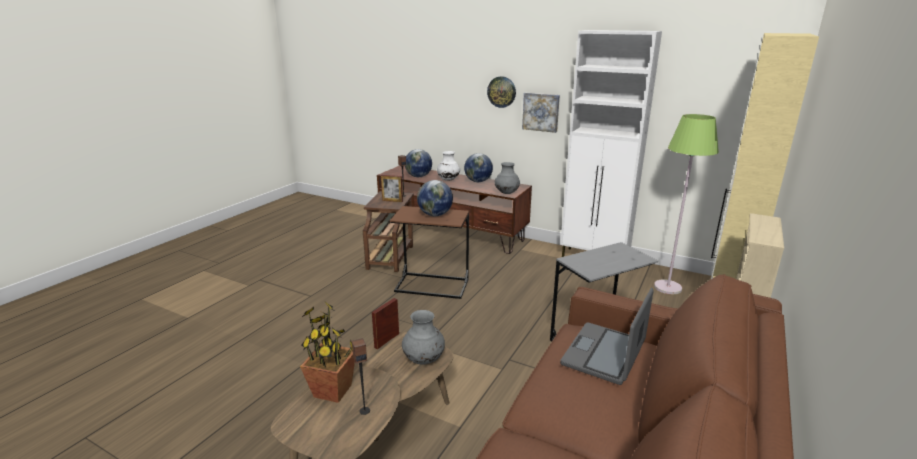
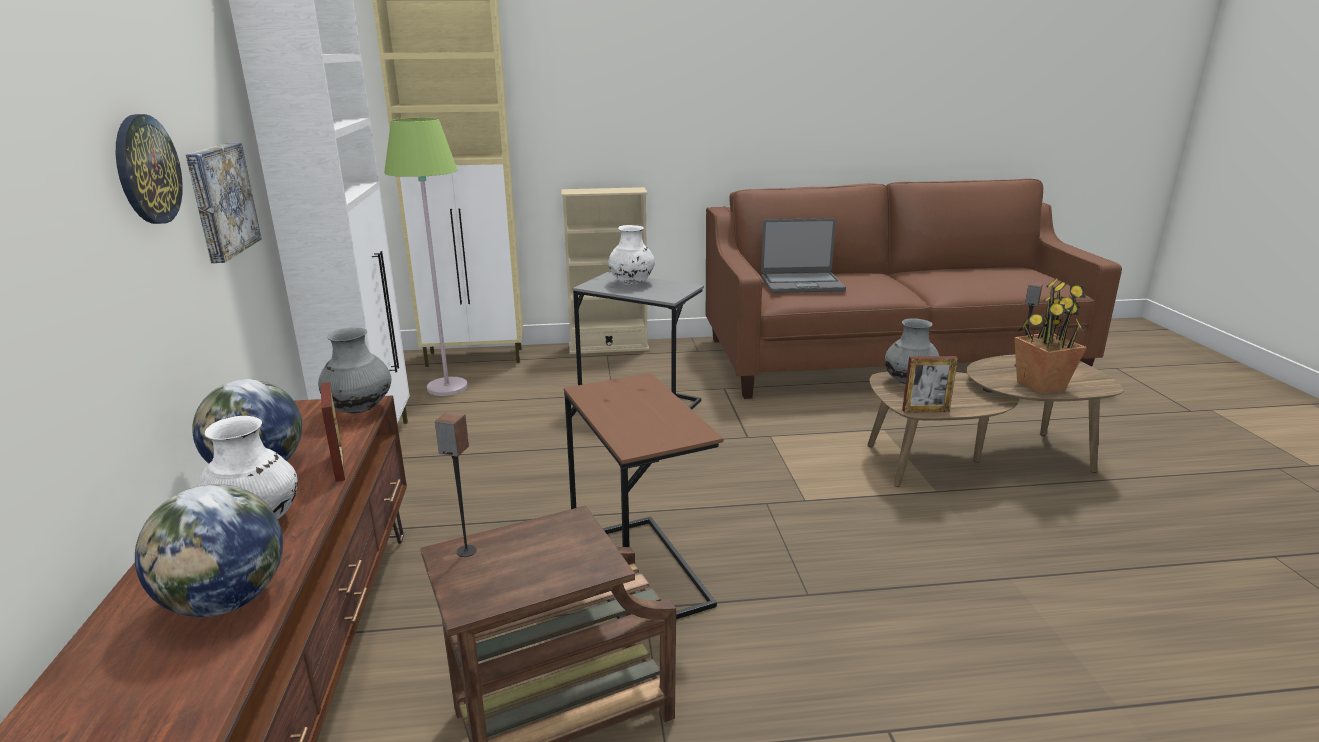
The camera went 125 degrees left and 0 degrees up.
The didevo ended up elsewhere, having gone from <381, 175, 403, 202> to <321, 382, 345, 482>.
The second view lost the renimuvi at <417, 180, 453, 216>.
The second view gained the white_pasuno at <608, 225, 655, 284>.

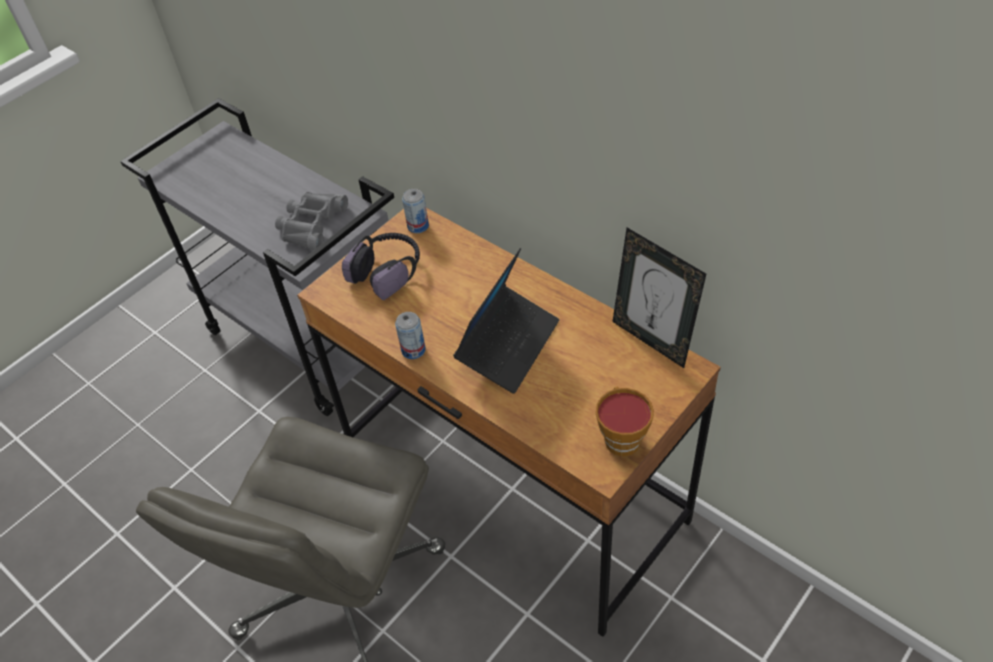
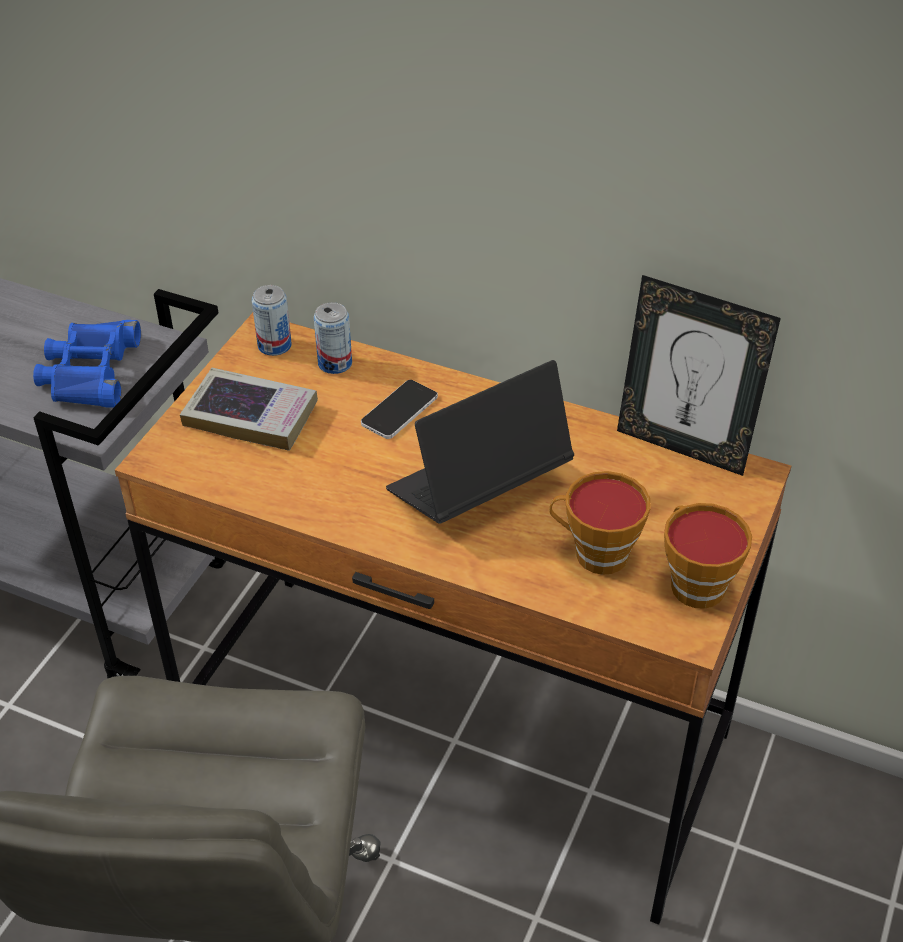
The camera went 20 degrees left and 5 degrees down.
What was the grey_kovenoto at <275, 192, 348, 250> turned into the blue_kovenoto at <33, 320, 141, 408>.
Where the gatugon stood at <342, 233, 420, 300>, the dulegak came to stand at <180, 368, 318, 451>.
The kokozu at <453, 248, 559, 394> ended up facing another way, 135 degrees counterclockwise from before.
The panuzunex ended up elsewhere, having gone from <395, 312, 426, 359> to <314, 302, 352, 374>.
The second view gained the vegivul at <361, 380, 438, 439>.
The second view gained the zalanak at <550, 471, 651, 575>.

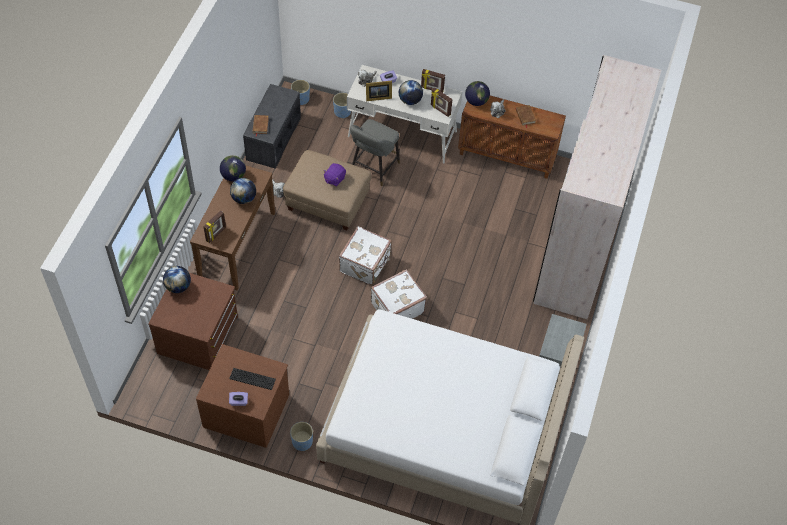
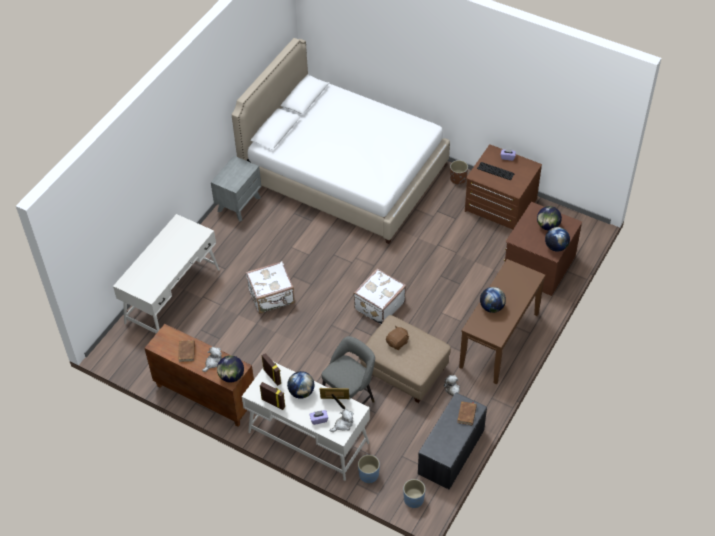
The camera went 165 degrees left and 5 degrees down.
Where the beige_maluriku stood at <533, 55, 661, 319>, the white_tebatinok came to stand at <113, 214, 220, 333>.
The renimuvi ended up elsewhere, having gone from <220, 155, 246, 181> to <537, 206, 562, 230>.
What was the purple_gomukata at <323, 163, 346, 187> turned into the brown_gomukata at <386, 325, 409, 350>.
The second view lost the didevo at <203, 210, 226, 243>.
The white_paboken ended up elsewhere, having gone from <371, 269, 427, 319> to <246, 261, 295, 314>.
What was the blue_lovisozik at <290, 422, 313, 451> turned into the brown_lovisozik at <450, 160, 468, 185>.

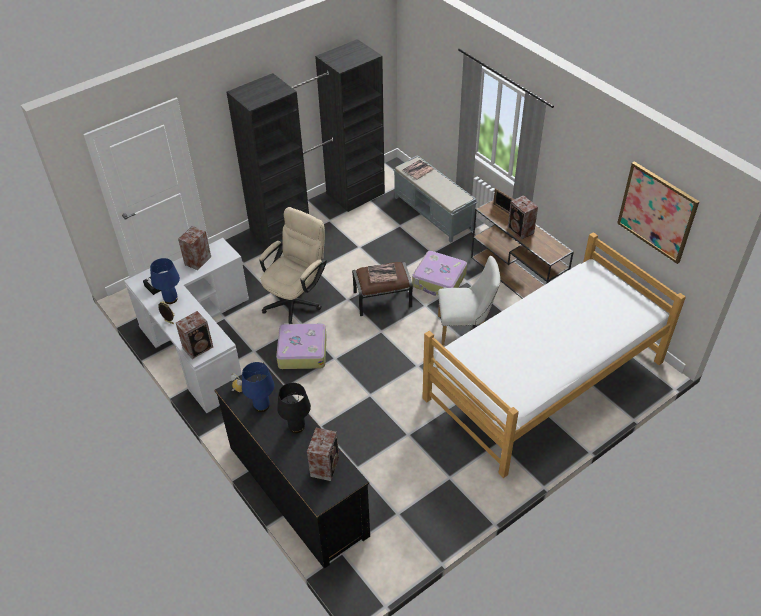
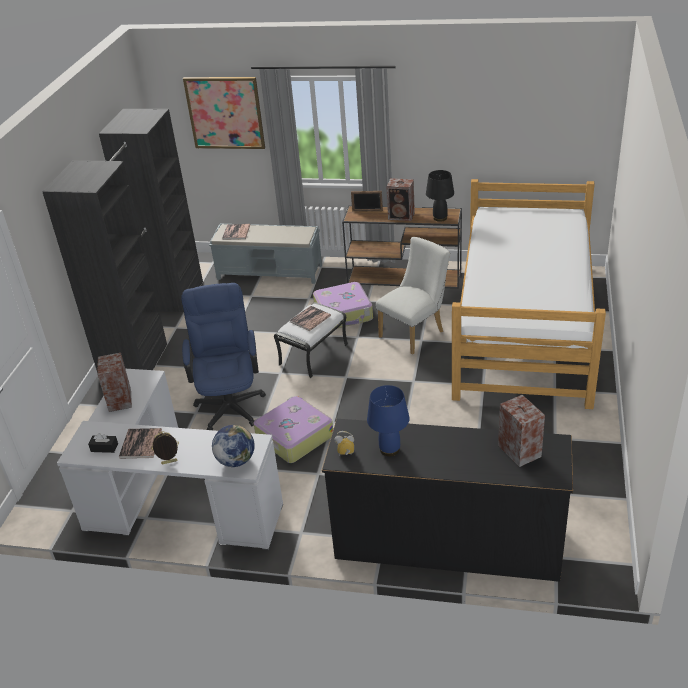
The camera went 40 degrees left and 10 degrees down.
The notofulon ended up elsewhere, having gone from <617, 161, 700, 264> to <183, 77, 265, 149>.
What was the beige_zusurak at <259, 207, 327, 324> turned into the blue_zusurak at <181, 283, 266, 430>.
Where the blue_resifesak stood at <150, 258, 180, 304>, the dulegak came to stand at <119, 428, 162, 459>.
What was the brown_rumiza at <352, 262, 413, 316> turned into the white_rumiza at <274, 302, 348, 378>.
Where the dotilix stood at <176, 311, 213, 359>, the renimuvi came to stand at <212, 425, 255, 467>.
The black_resifesak ended up elsewhere, having gone from <277, 383, 311, 433> to <426, 170, 454, 222>.

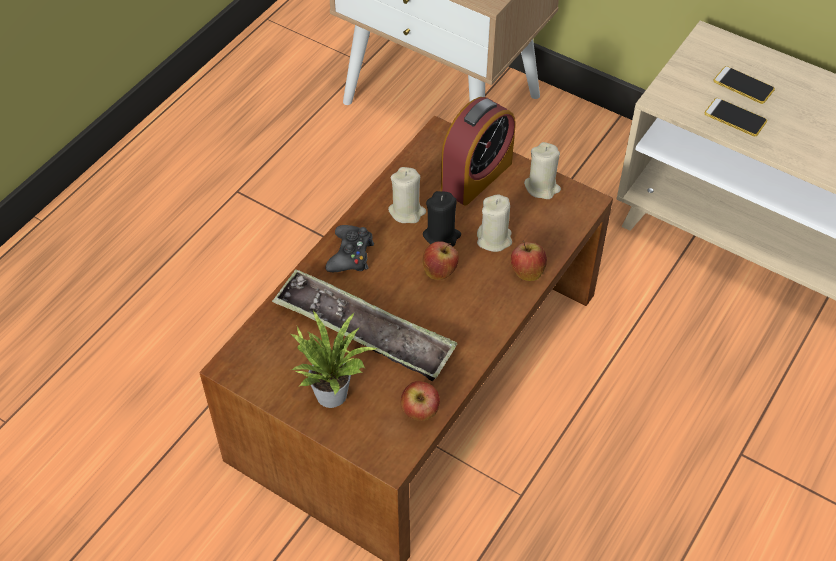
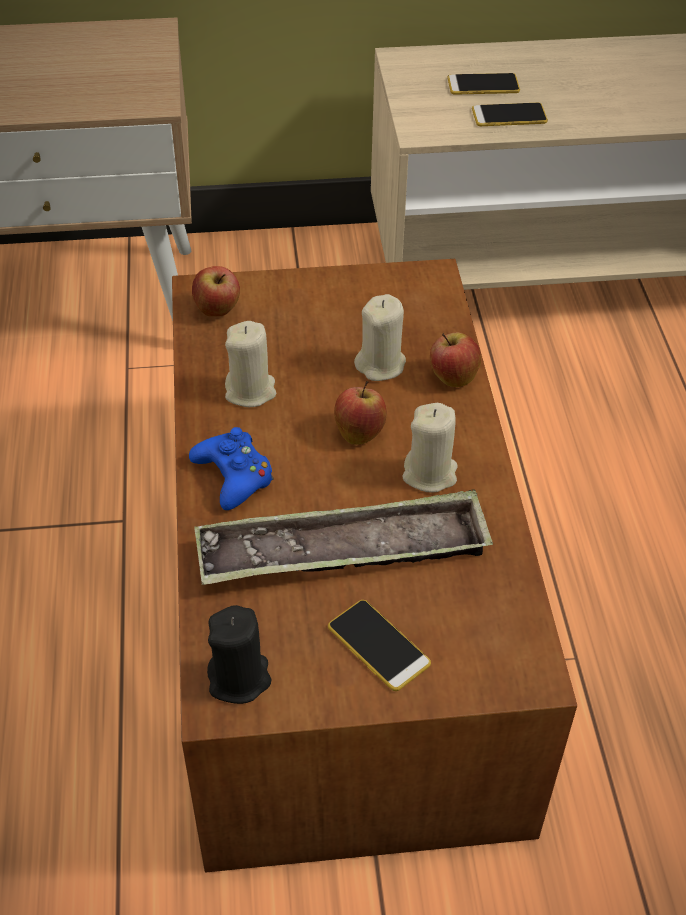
The camera went 40 degrees left and 5 degrees down.
The second view lost the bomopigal at <441, 97, 515, 205>.
The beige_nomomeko ended up elsewhere, having gone from <524, 142, 561, 199> to <402, 403, 458, 493>.
The black_nomomeko ended up elsewhere, having gone from <423, 191, 461, 247> to <207, 605, 272, 704>.
What was the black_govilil at <325, 225, 374, 272> turned into the blue_govilil at <189, 427, 274, 510>.
Where the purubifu stood at <290, 311, 378, 408>, the vegivul came to stand at <328, 600, 431, 691>.
The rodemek ended up elsewhere, having gone from <400, 381, 440, 421> to <192, 266, 240, 317>.

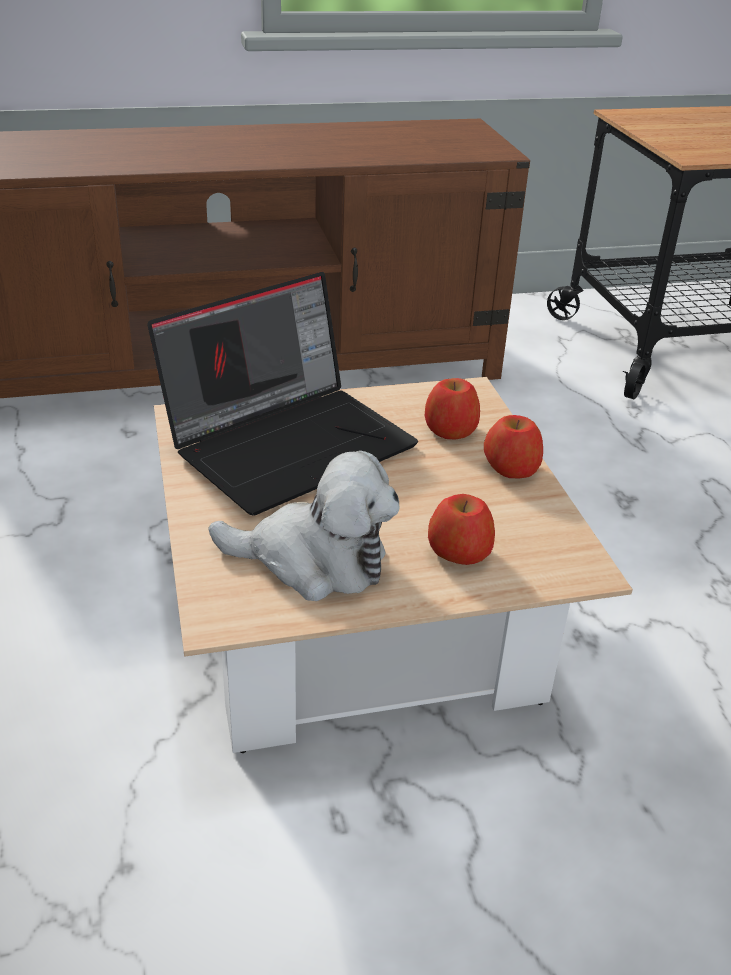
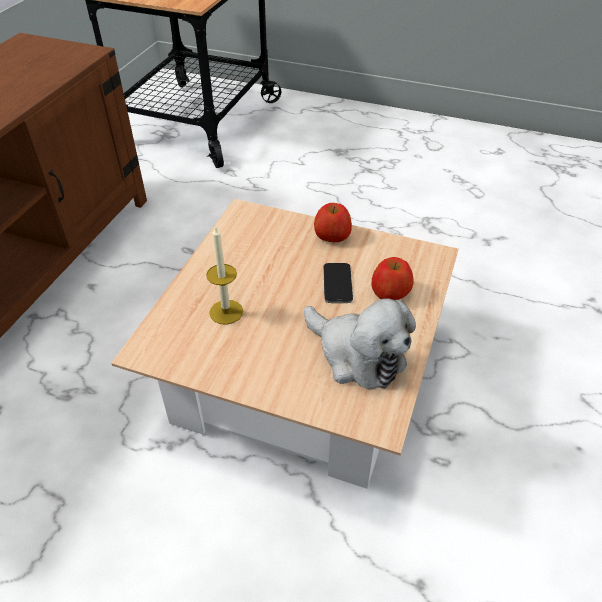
The camera went 55 degrees left and 10 degrees up.
Where the kokozu stood at <147, 272, 418, 516>, the nomomeko came to stand at <206, 225, 243, 325>.
The second view lost the rodemek at <425, 378, 480, 440>.
The gomukata at <209, 451, 400, 601> ended up facing another way, 90 degrees clockwise from before.
The second view gained the vegivul at <323, 263, 353, 303>.

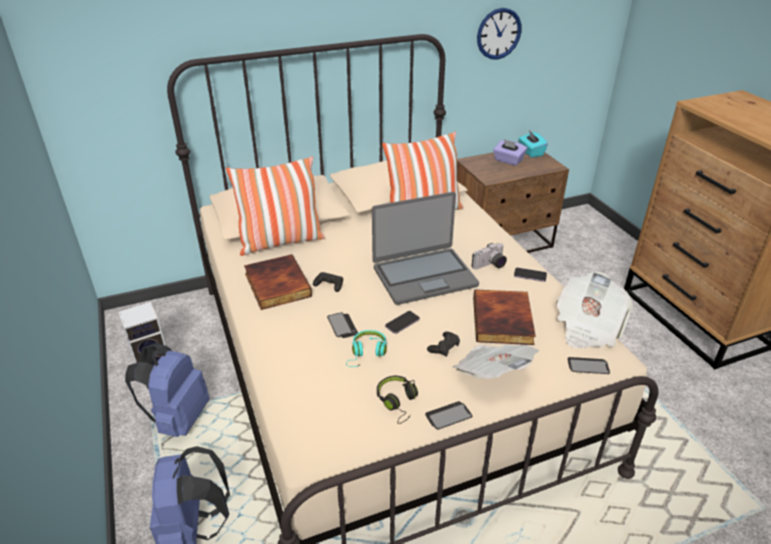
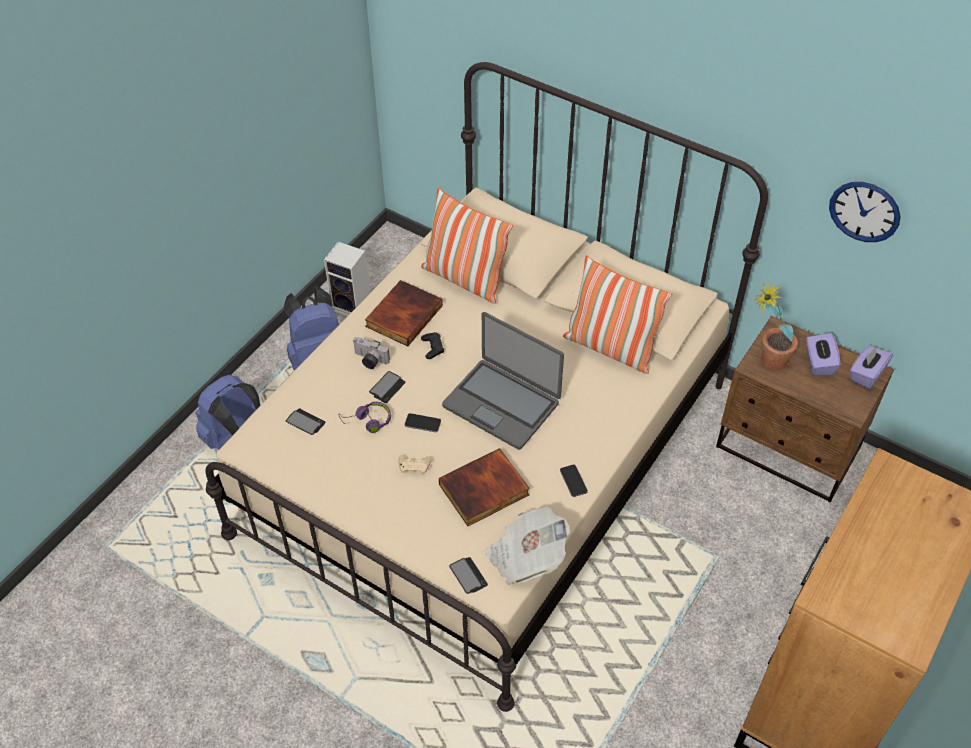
The camera went 55 degrees right and 15 degrees up.
What was the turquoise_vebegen at <519, 130, 548, 158> turned into the purple_vebegen at <850, 346, 893, 389>.
The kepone ended up elsewhere, having gone from <472, 243, 507, 269> to <353, 337, 390, 369>.
What was the turquoise_gatugon at <346, 330, 387, 367> turned into the purple_gatugon at <339, 402, 391, 433>.
What was the black_govilil at <427, 332, 460, 357> turned into the beige_govilil at <398, 455, 432, 475>.
The second view lost the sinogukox at <452, 344, 539, 379>.
The second view lost the black_gatugon at <377, 376, 418, 424>.
The vegivul ended up elsewhere, having gone from <425, 401, 473, 430> to <286, 408, 325, 435>.
The second view gained the purubifu at <754, 284, 798, 370>.

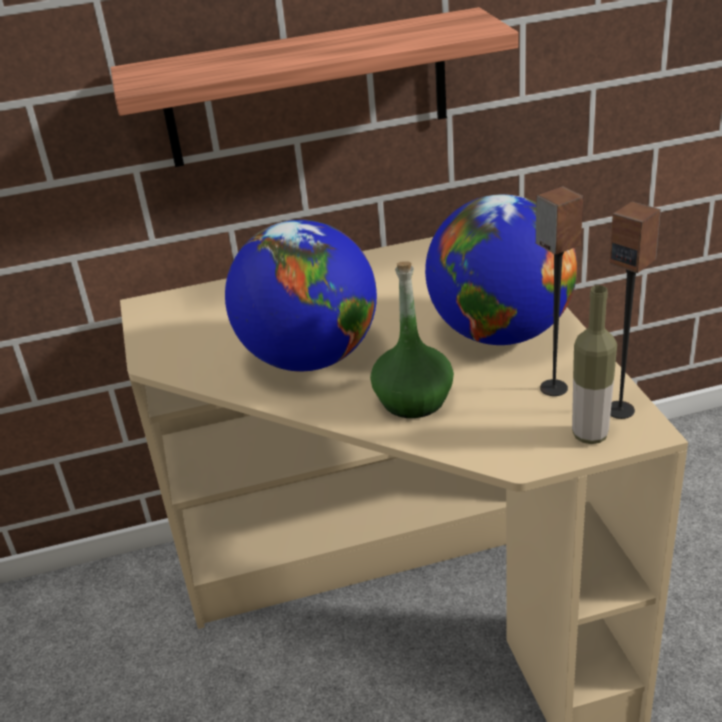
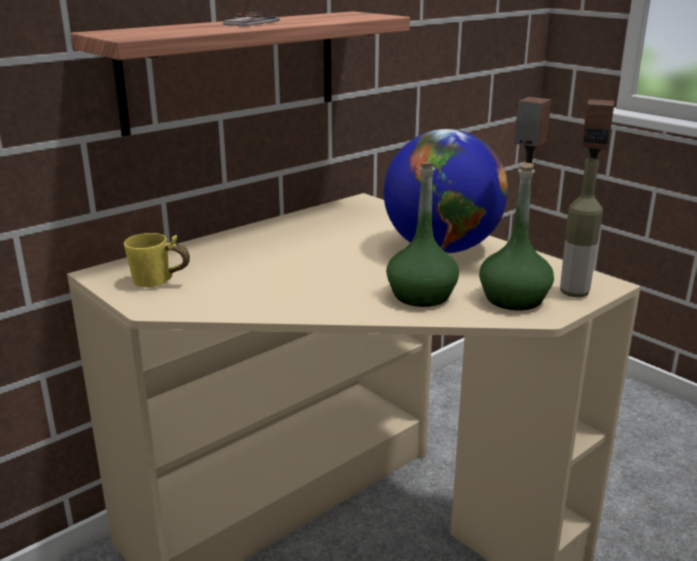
The camera went 30 degrees left and 10 degrees down.
The second view lost the renimuvi at <225, 220, 377, 371>.
The second view gained the vegivul at <223, 12, 280, 26>.
The second view gained the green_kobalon at <479, 163, 554, 311>.
The second view gained the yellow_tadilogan at <124, 233, 190, 288>.

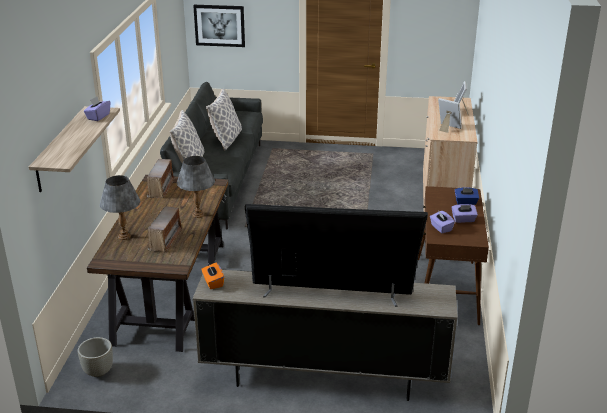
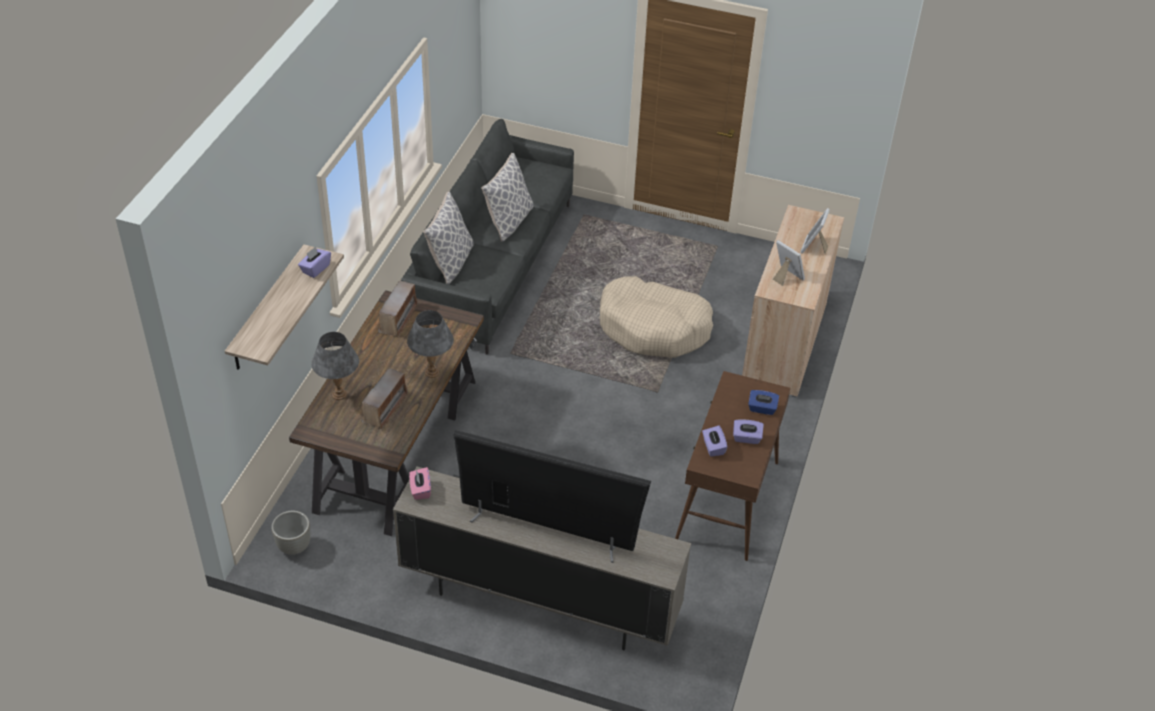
The camera went 10 degrees right and 15 degrees up.
The second view lost the notofulon at <193, 5, 245, 47>.
What was the orange_vebegen at <201, 263, 224, 289> turned into the pink_vebegen at <409, 467, 431, 500>.
The second view gained the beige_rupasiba at <600, 276, 713, 358>.

